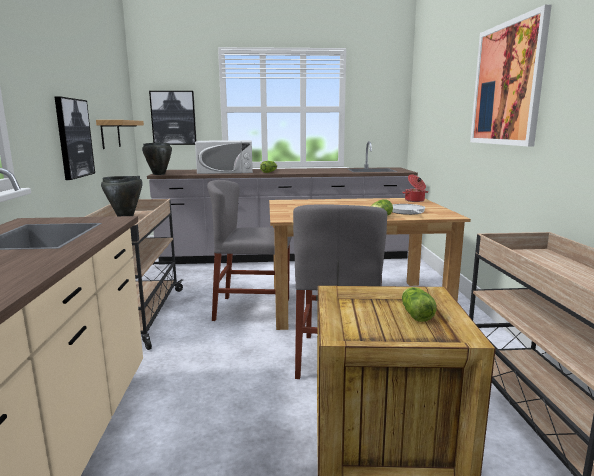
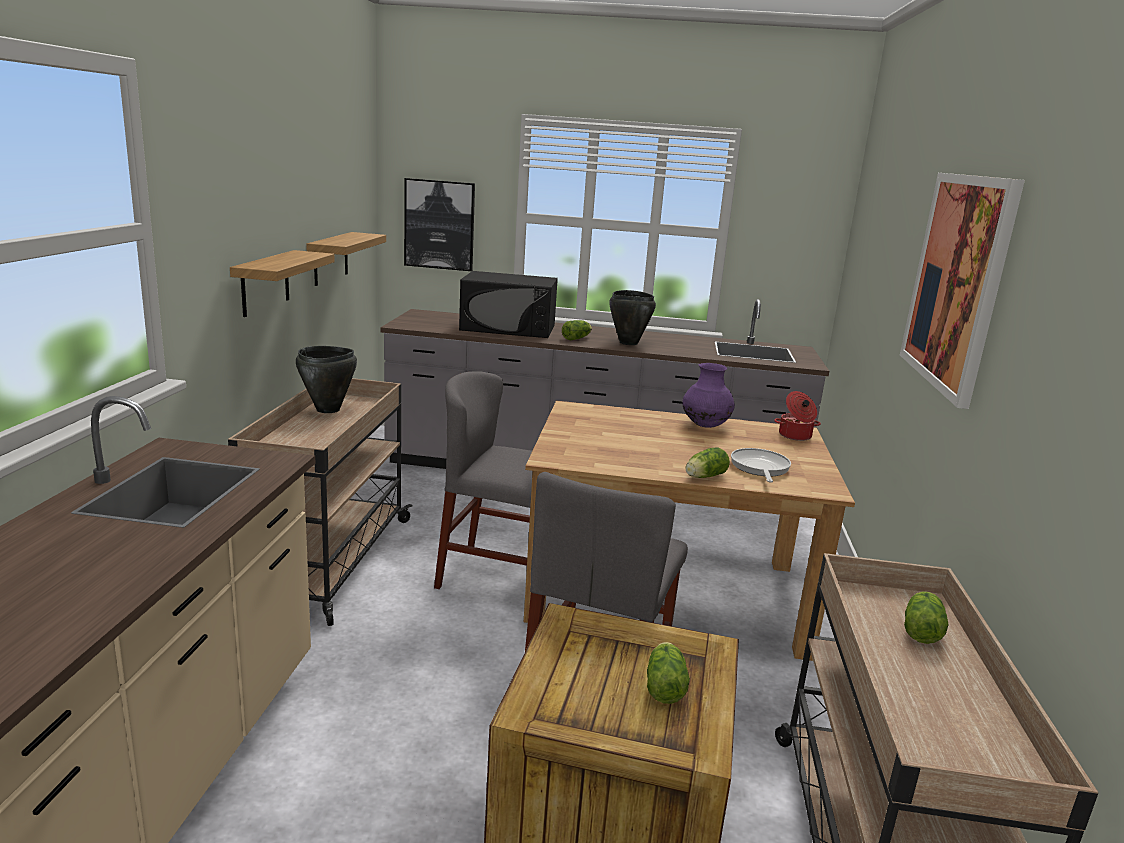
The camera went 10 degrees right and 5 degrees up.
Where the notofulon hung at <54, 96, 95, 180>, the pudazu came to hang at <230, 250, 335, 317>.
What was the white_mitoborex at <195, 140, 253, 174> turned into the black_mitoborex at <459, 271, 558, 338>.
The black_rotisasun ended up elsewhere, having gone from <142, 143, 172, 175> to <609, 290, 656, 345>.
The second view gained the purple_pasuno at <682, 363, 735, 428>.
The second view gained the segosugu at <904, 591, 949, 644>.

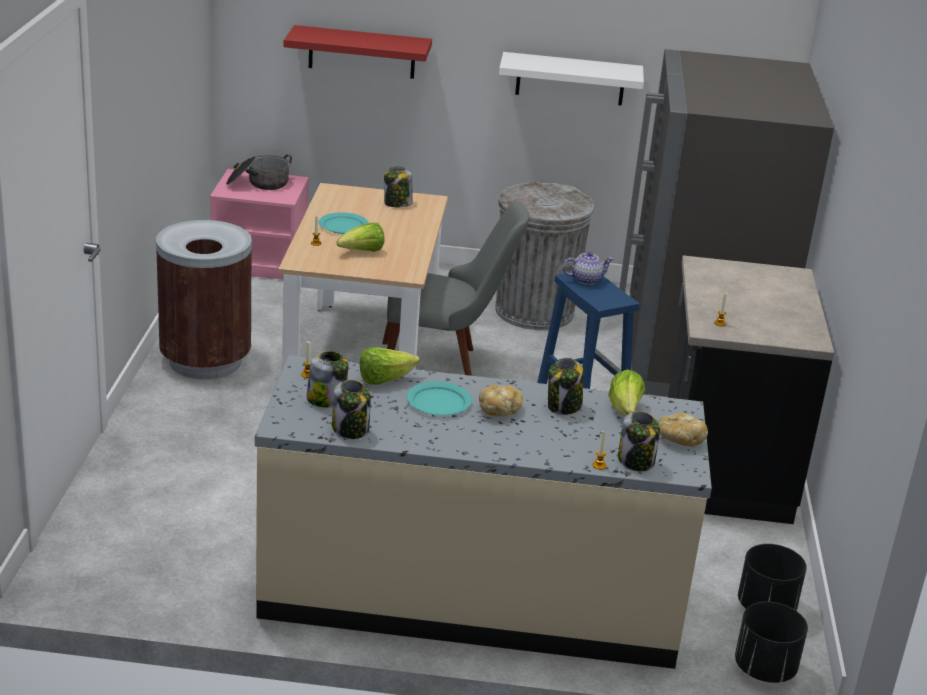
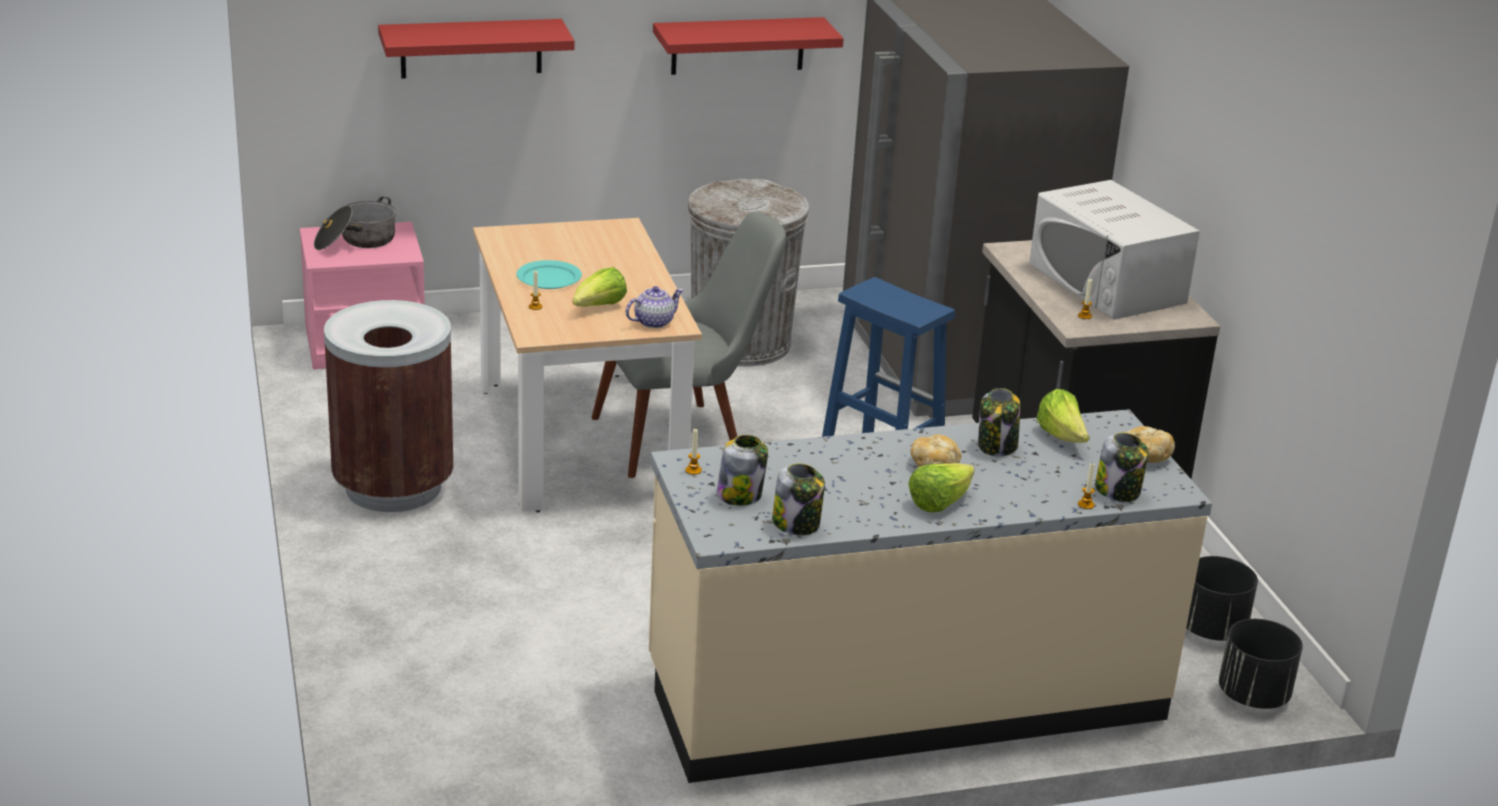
The camera went 20 degrees left and 0 degrees up.
What was the white_pudazu at <499, 52, 644, 105> turned into the red_pudazu at <653, 17, 844, 75>.
The second view lost the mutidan at <384, 167, 413, 207>.
The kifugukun ended up elsewhere, having gone from <563, 252, 614, 285> to <626, 286, 684, 328>.
The segosugu ended up elsewhere, having gone from <360, 347, 420, 385> to <908, 463, 974, 512>.
The second view lost the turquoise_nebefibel at <407, 381, 472, 415>.
The second view gained the white_mitoborex at <1029, 180, 1200, 320>.

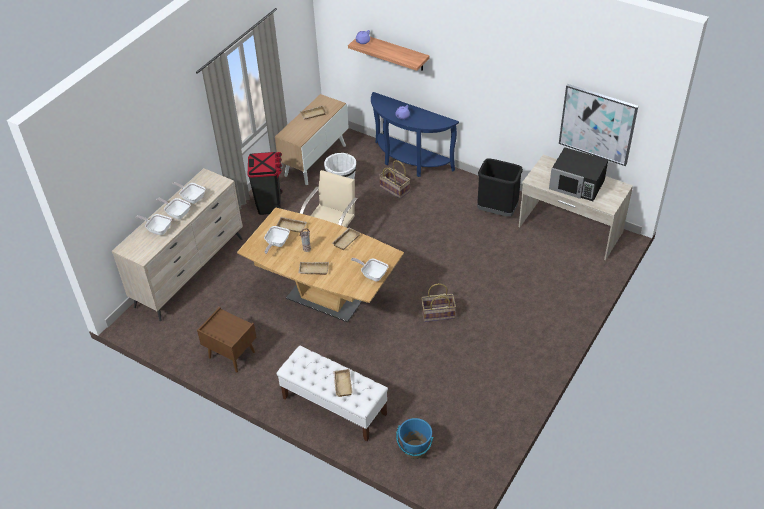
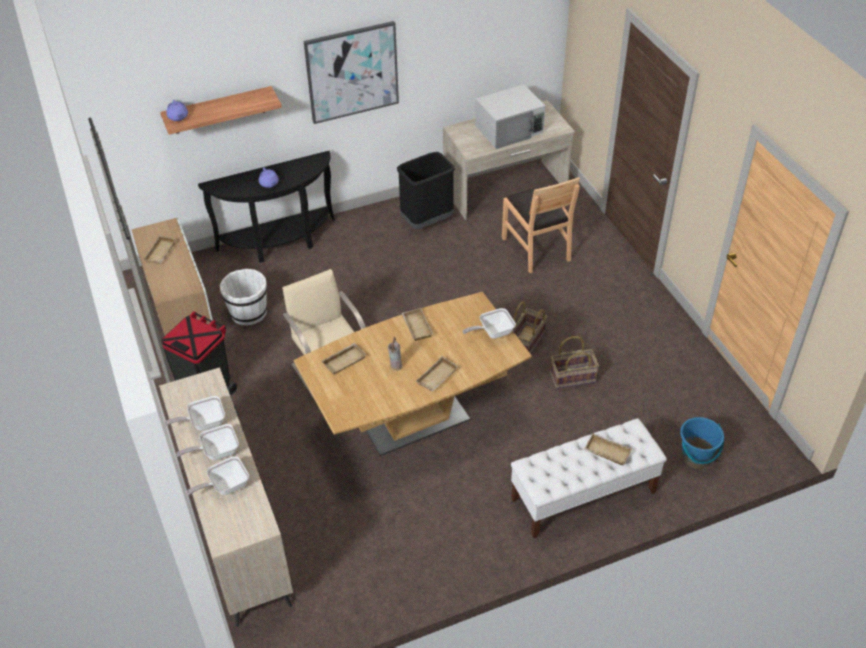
The camera went 55 degrees left and 0 degrees up.
The notofulon ended up elsewhere, having gone from <559, 84, 638, 166> to <304, 21, 399, 124>.
What was the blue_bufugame at <371, 92, 459, 177> turned into the black_bufugame at <198, 151, 335, 263>.
What was the black_mitoborex at <549, 147, 608, 201> turned into the white_mitoborex at <475, 84, 546, 149>.
The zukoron ended up elsewhere, having gone from <379, 160, 410, 199> to <550, 336, 599, 389>.
The second view lost the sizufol at <264, 226, 290, 254>.
The second view lost the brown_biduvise at <197, 307, 257, 373>.
The second view gained the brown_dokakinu at <502, 177, 580, 273>.

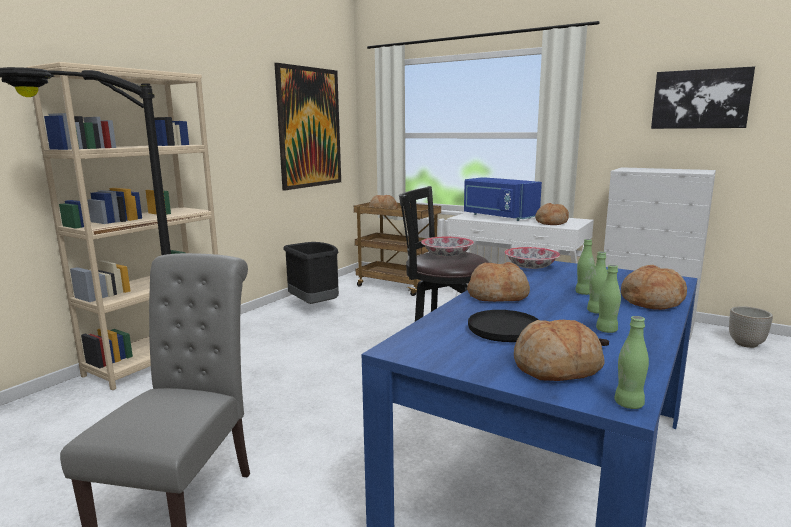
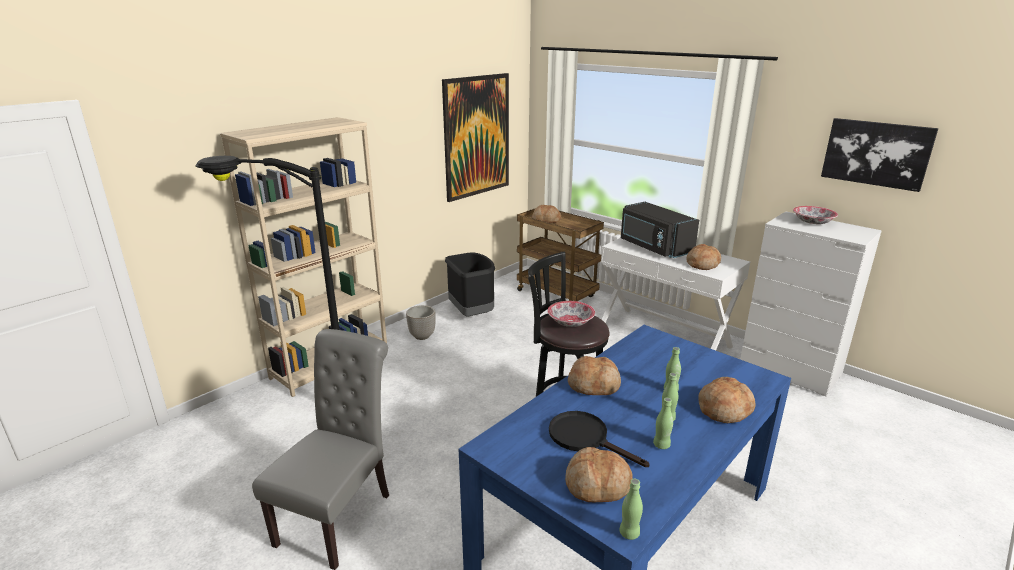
The camera went 10 degrees right and 10 degrees up.
What was the blue_mitoborex at <464, 177, 542, 221> turned into the black_mitoborex at <621, 202, 699, 258>.
The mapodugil ended up elsewhere, having gone from <504, 247, 560, 269> to <793, 206, 838, 224>.
The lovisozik ended up elsewhere, having gone from <729, 306, 773, 348> to <406, 305, 436, 340>.

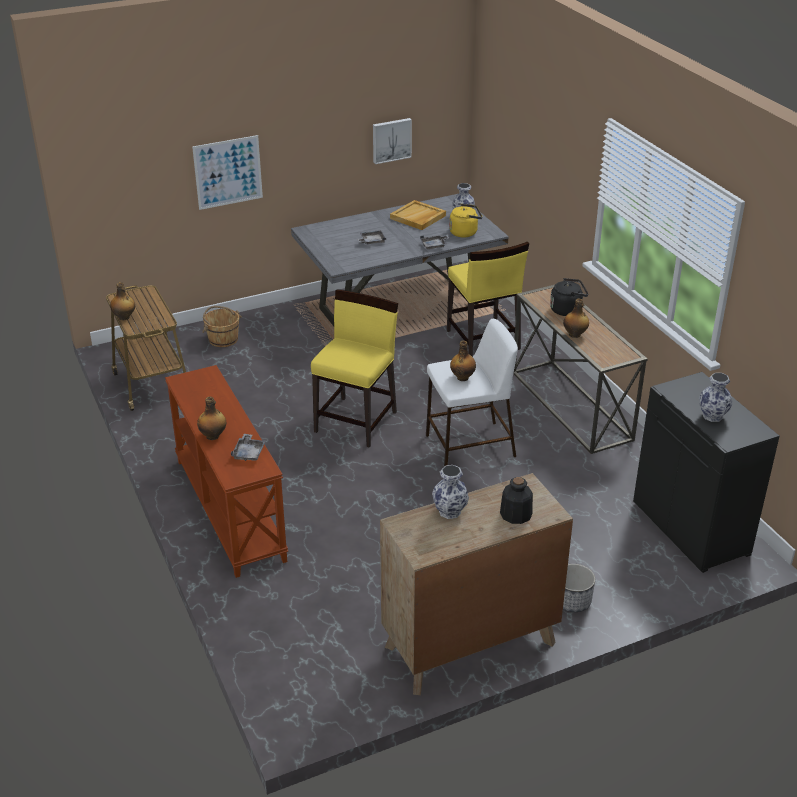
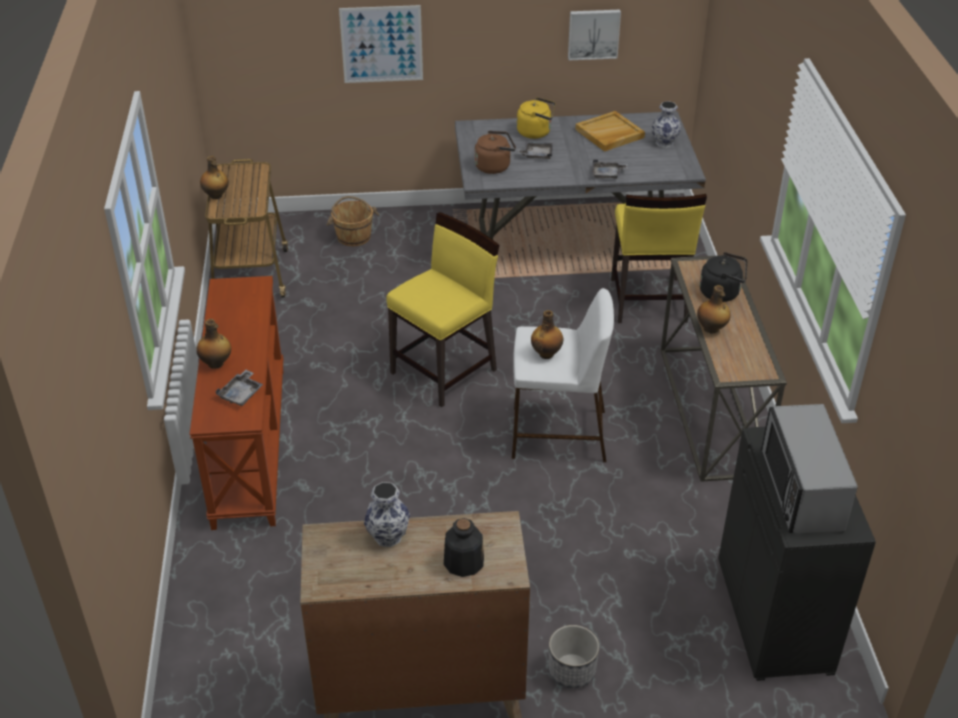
The camera went 20 degrees right and 5 degrees up.
The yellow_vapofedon ended up elsewhere, having gone from <449, 204, 482, 237> to <517, 97, 555, 139>.
Where the pasuno stood at <699, 373, 733, 422>, the mitoborex came to stand at <761, 404, 858, 533>.
The second view gained the brown_vapofedon at <475, 131, 516, 174>.

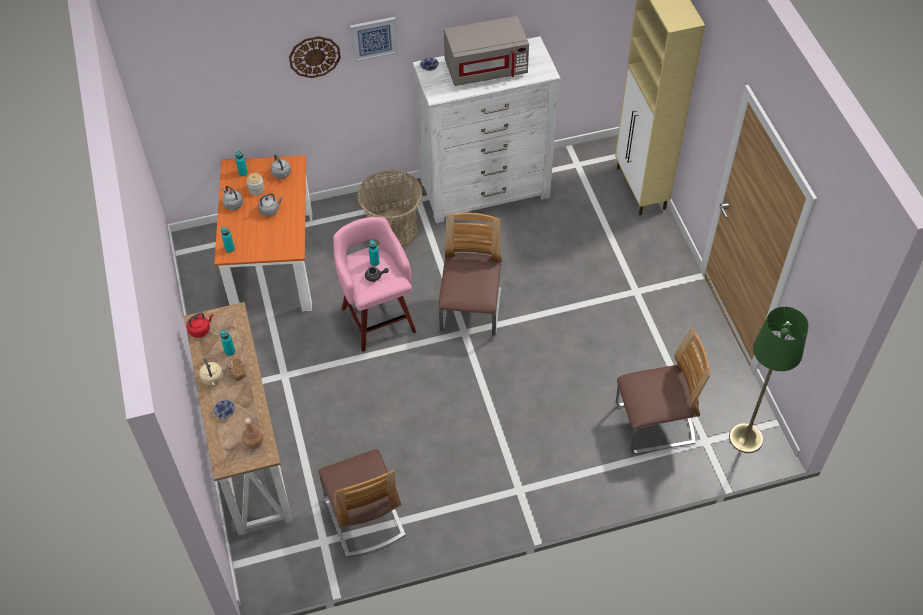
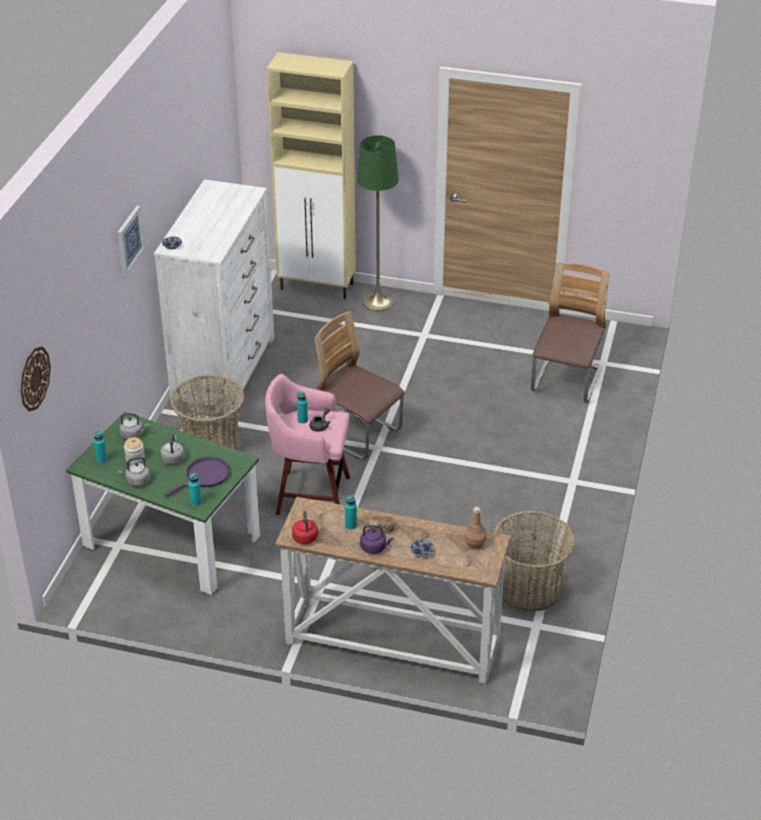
The camera went 60 degrees left and 15 degrees down.
The second view lost the grey_mitoborex at <444, 16, 529, 86>.
The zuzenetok ended up elsewhere, having gone from <289, 36, 341, 78> to <20, 347, 51, 411>.
What was the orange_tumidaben at <214, 155, 313, 312> turned into the green_tumidaben at <66, 412, 260, 595>.
The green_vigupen ended up elsewhere, having gone from <729, 307, 809, 453> to <357, 135, 399, 311>.
What was the beige_vapofedon at <199, 358, 223, 385> turned into the purple_vapofedon at <360, 524, 393, 554>.
Where the dokakinu stood at <318, 449, 406, 557>, the zukoron came to stand at <493, 511, 575, 612>.
The second view gained the purple_sizufol at <163, 457, 230, 497>.

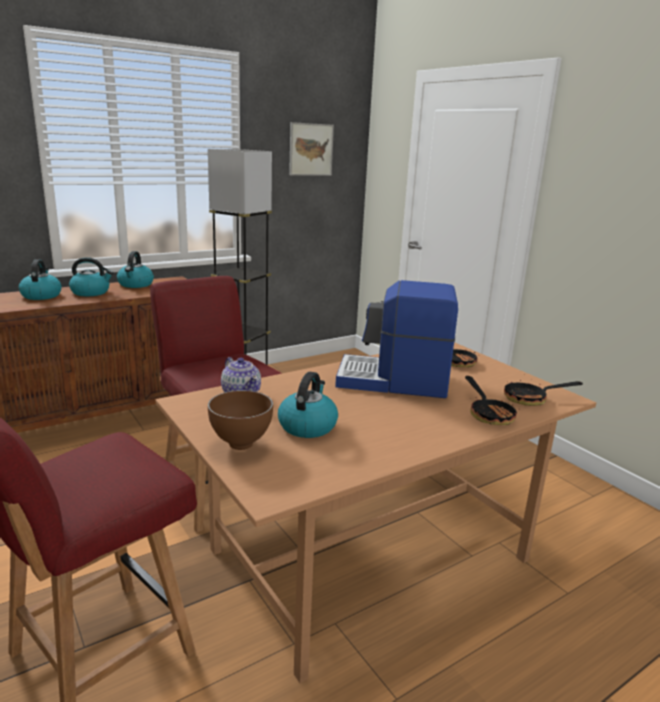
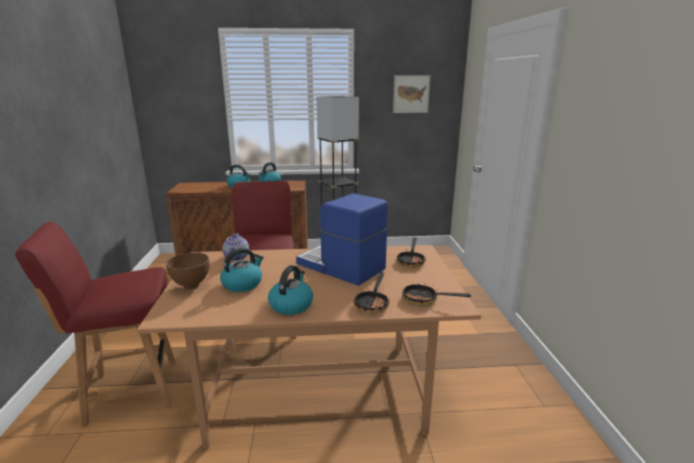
The camera went 30 degrees right and 0 degrees up.
The vapofedon ended up elsewhere, having gone from <19, 259, 62, 300> to <268, 265, 313, 315>.

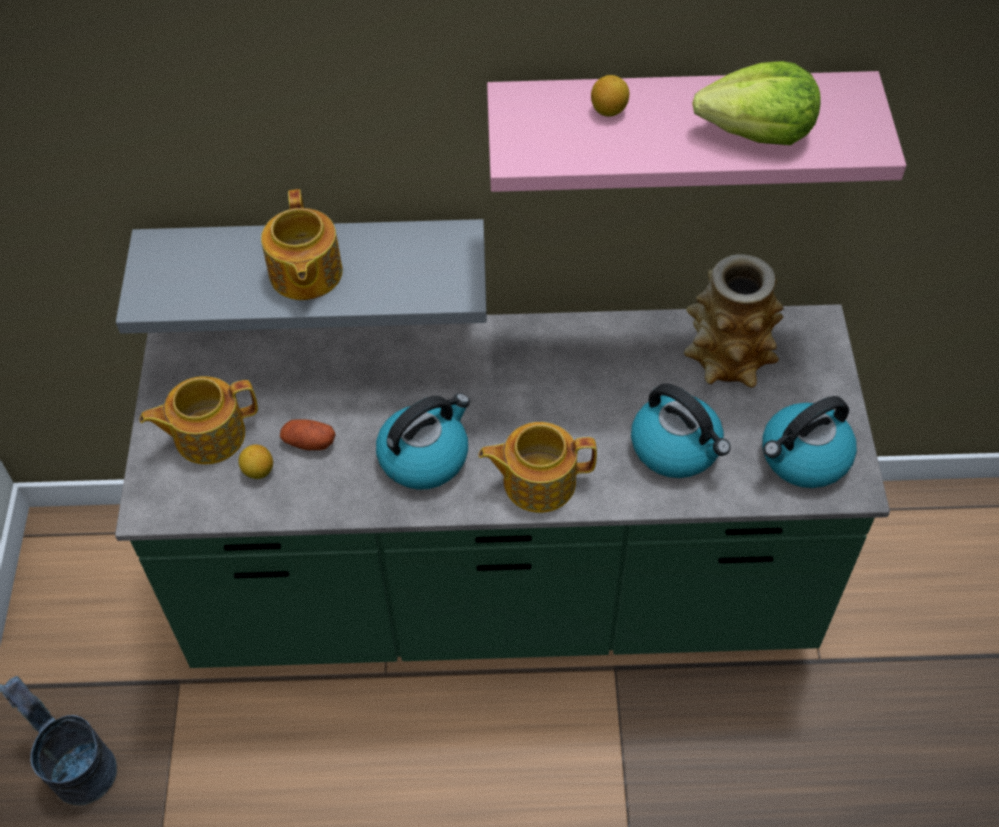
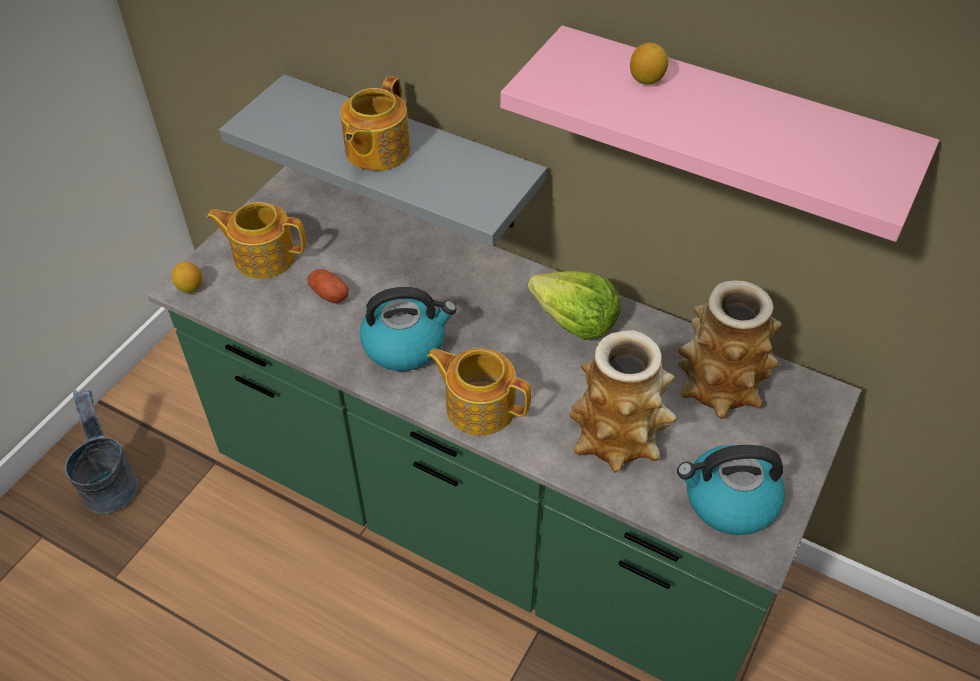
The camera went 30 degrees right and 5 degrees down.
The segosugu ended up elsewhere, having gone from <692, 61, 821, 145> to <528, 271, 621, 340>.
Where the vapofedon stood at <631, 383, 731, 478>, the pasuno came to stand at <569, 330, 677, 472>.
The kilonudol ended up elsewhere, having gone from <239, 445, 273, 479> to <172, 262, 202, 293>.

